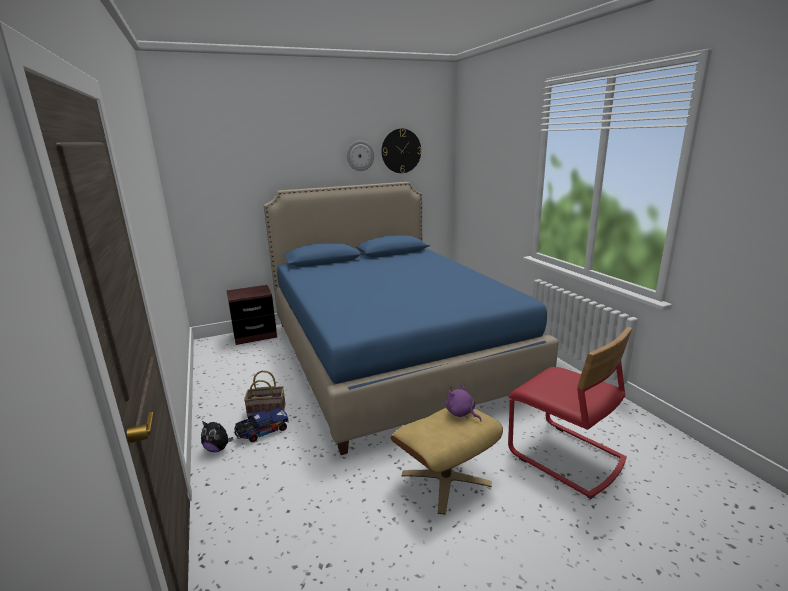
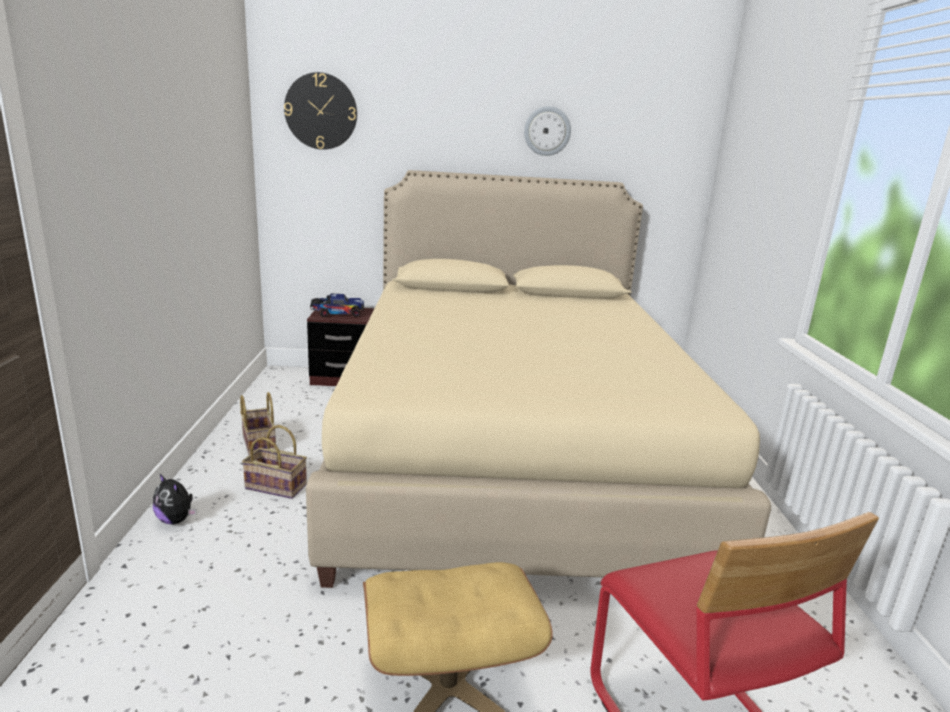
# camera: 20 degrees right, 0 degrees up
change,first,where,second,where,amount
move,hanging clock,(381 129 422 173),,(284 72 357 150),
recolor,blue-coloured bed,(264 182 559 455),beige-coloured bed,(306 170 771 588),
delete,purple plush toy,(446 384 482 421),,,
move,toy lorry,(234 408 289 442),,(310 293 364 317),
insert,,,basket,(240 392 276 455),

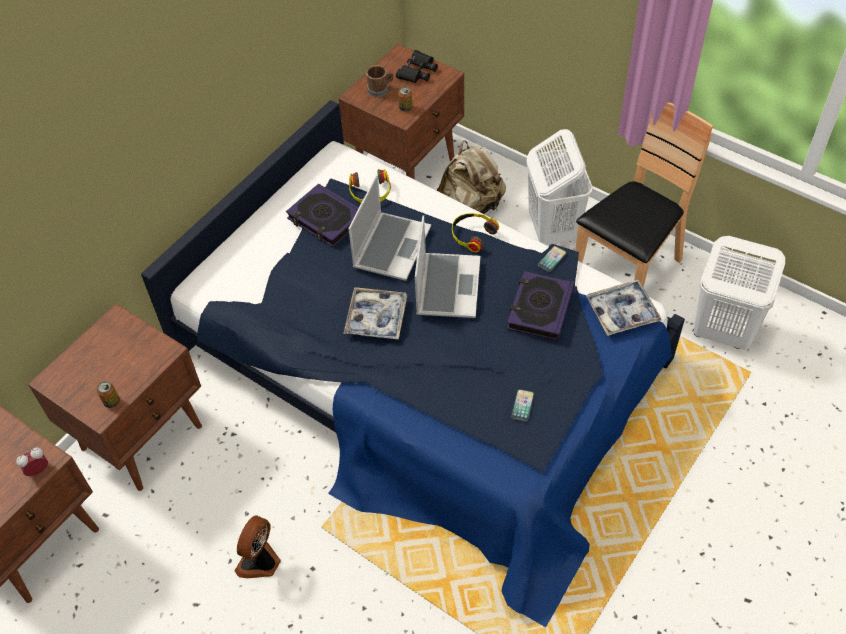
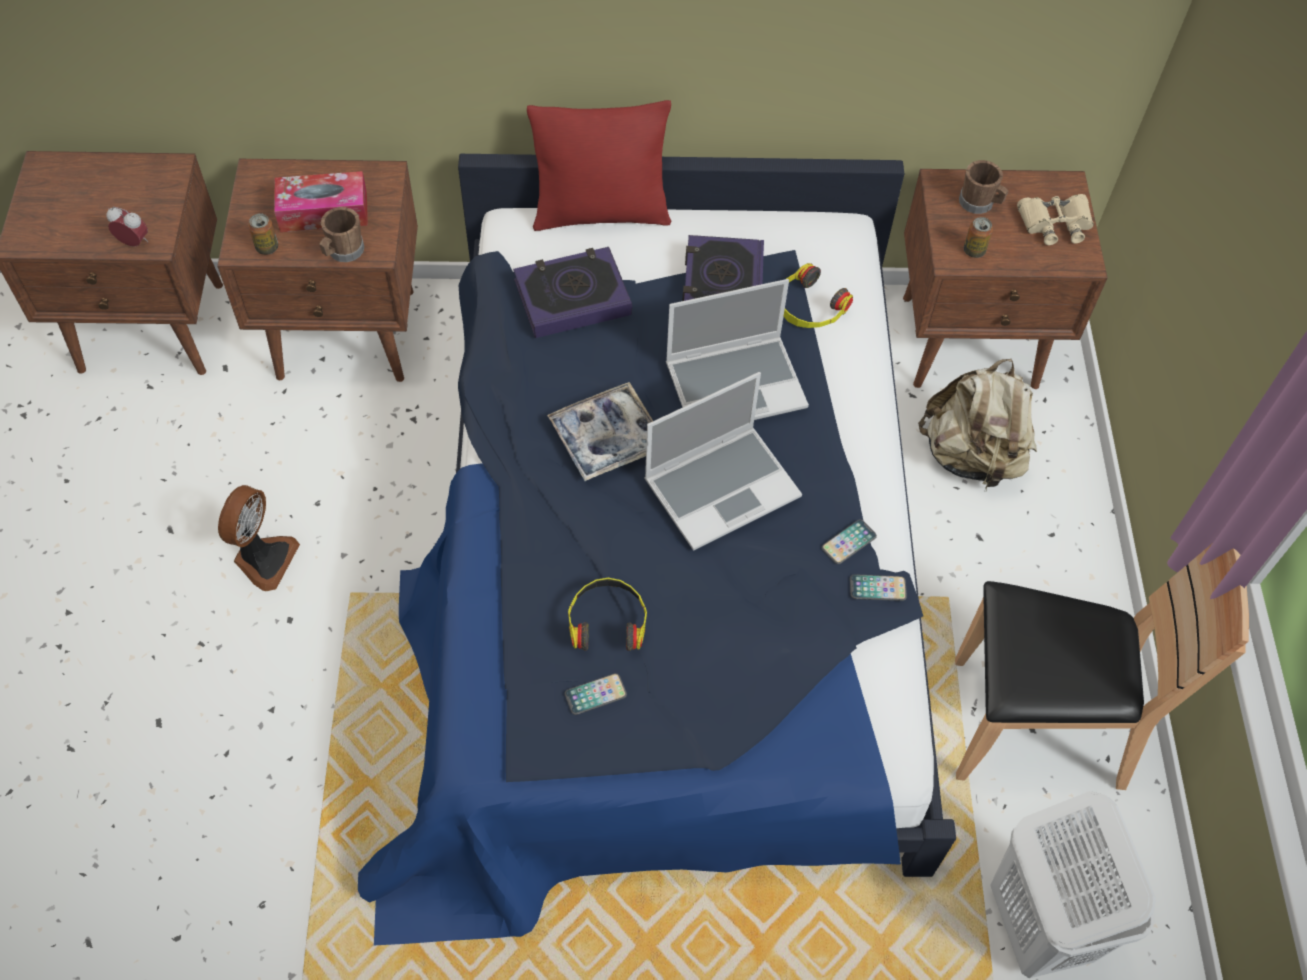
# camera: 50 degrees right, 5 degrees up
change,first,where,second,where,amount
recolor,black-coloured pair of binoculars,(396 50 438 83),beige-coloured pair of binoculars,(1017 194 1094 245),
delete,white hamper,(526 129 593 245),,,
move,pair of headphones,(452 213 499 252),,(568 578 647 651),
move,book,(507 271 574 341),,(513 247 632 338),
delete,tray,(586 280 662 336),,,
rotate,electric fan,(235 515 281 578),,(218 485 300 591),120 degrees clockwise
insert,,,red pillow,(527 100 671 231),
insert,,,tissue holder,(274 171 368 232),
insert,,,brown-coloured coffee mug,(319 207 364 262),
insert,,,phone,(822 519 877 564),

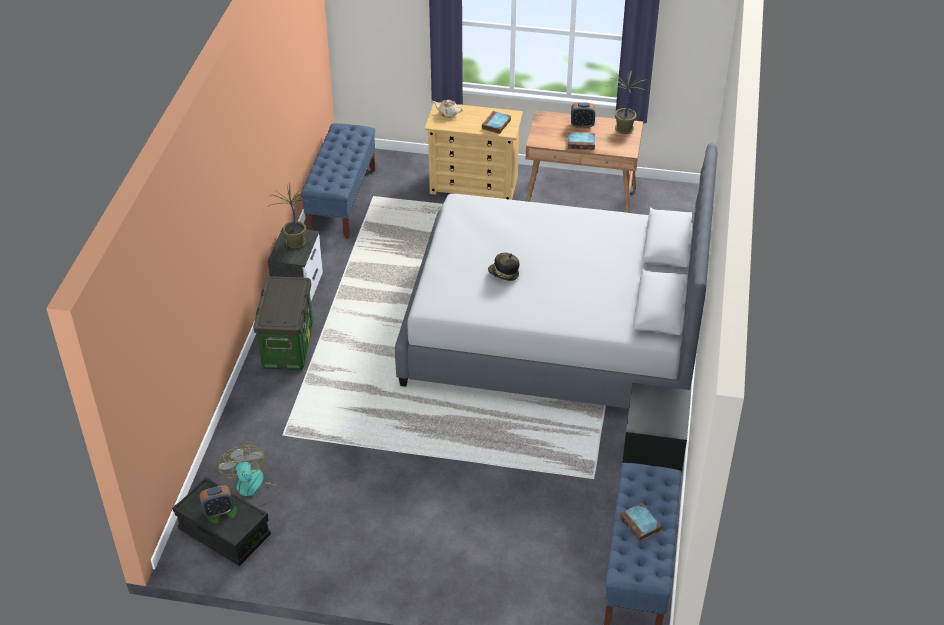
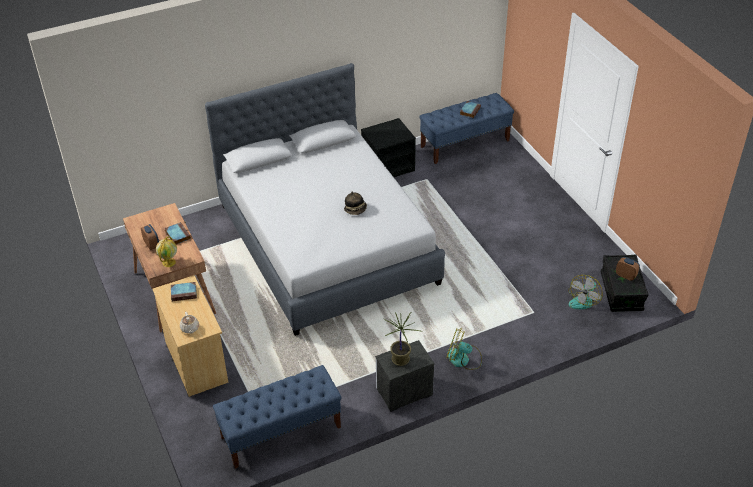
# camera: 125 degrees left, 0 degrees up
change,first,where,second,where,amount
delete,potted plant,(606 71 647 134),,,
replace,storage container,(253 276 313 370),electric fan,(446 329 482 370),
insert,,,world globe,(156 236 177 267),

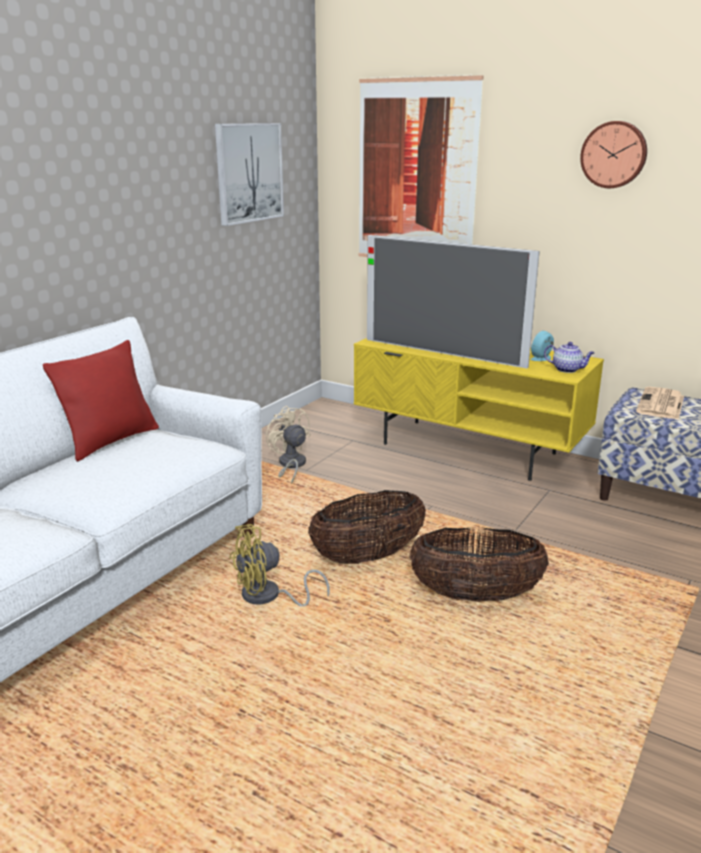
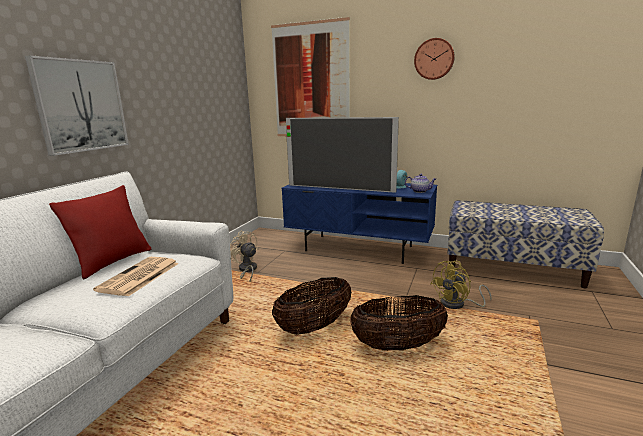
# camera: 10 degrees left, 5 degrees down
change,first,where,second,where,amount
move,wall picture,(215 123 284 226),,(25 55 129 156),
recolor,yellow-coloured tv unit,(354 338 604 481),blue-coloured tv unit,(282 183 437 264),
move,printed paper,(636 387 684 420),,(93 257 179 297),
move,yellow-coloured electric fan,(229 524 329 606),,(430 261 492 309),

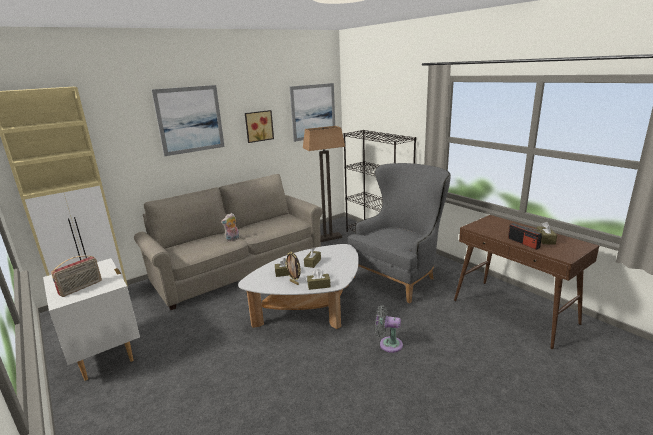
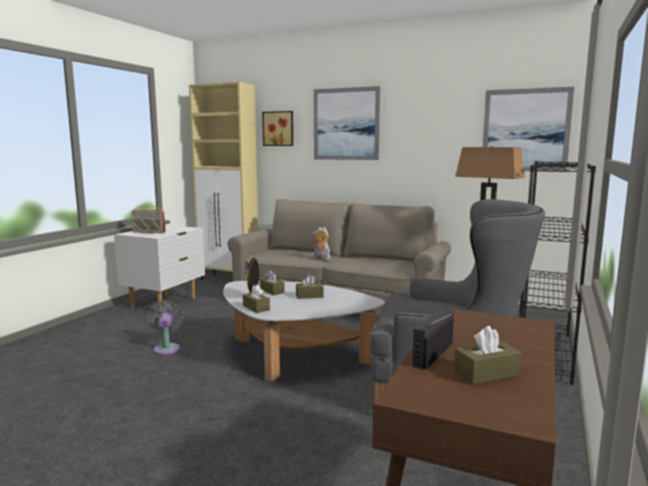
# camera: 60 degrees right, 10 degrees down
change,first,where,second,where,amount
move,wall picture,(245 110 274 143),,(262 111 293 146),
move,greyish electric fan,(375 305 403 353),,(148 301 184 355),

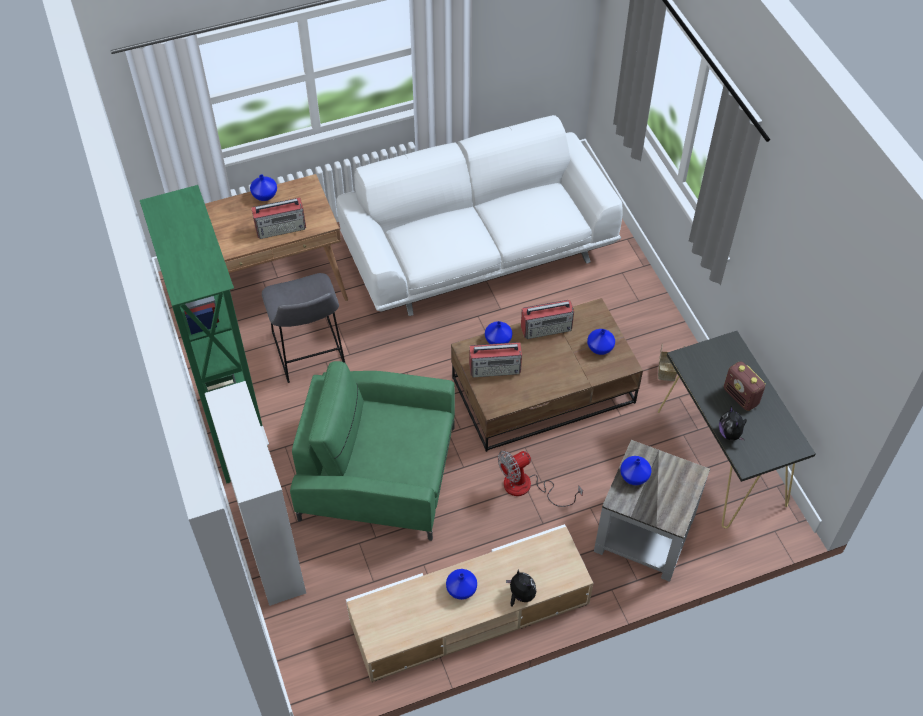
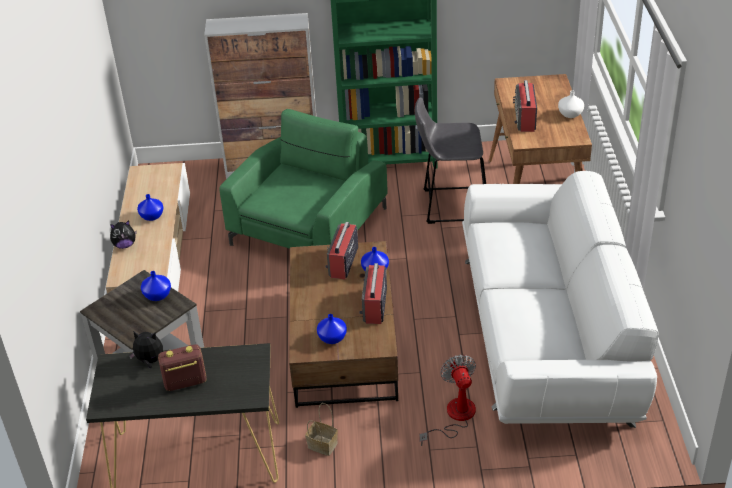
# camera: 110 degrees right, 15 degrees down
change,first,where,second,where,amount
recolor,blue-coloured flower vase,(250 174 277 201),white flower vase,(558 90 584 118),
move,electric fan,(498 451 583 507),,(419 355 476 446),

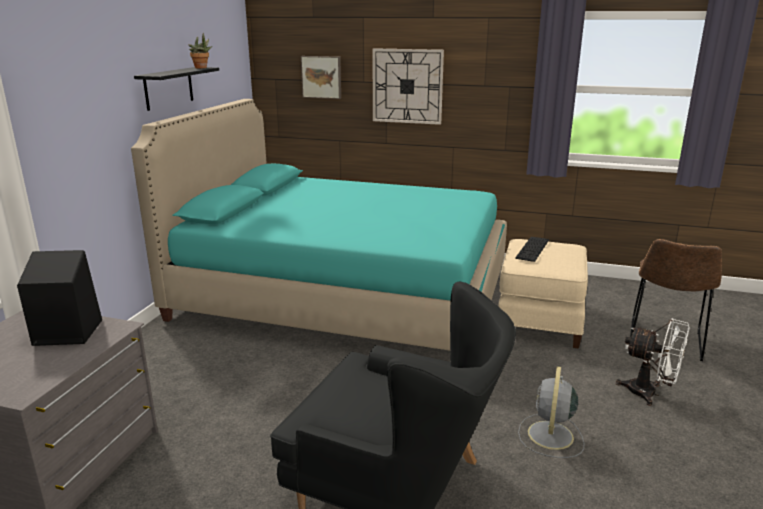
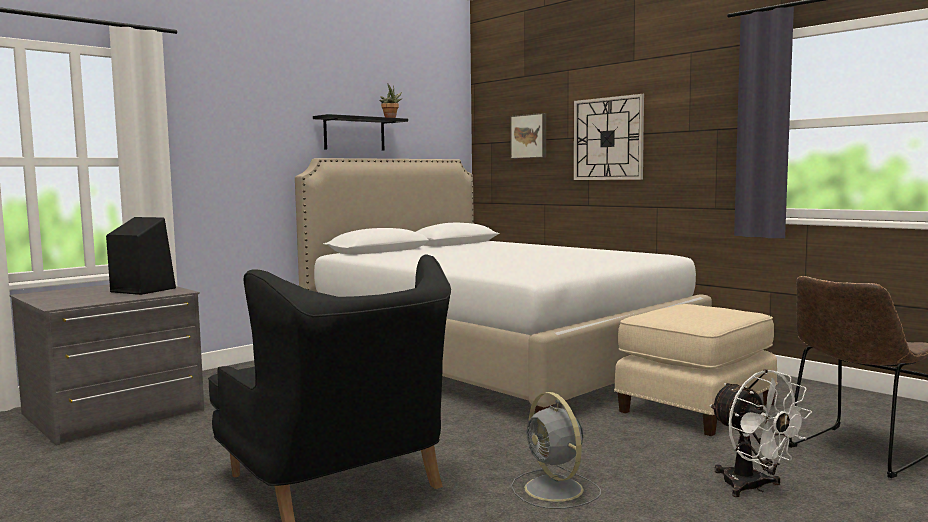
# camera: 30 degrees right, 15 degrees down
change,first,where,second,where,amount
recolor,blue-green bed,(131 99 507 351),white bed,(295 158 712 413),
delete,computer keyboard,(515 237 549 262),,,
rotate,greyish electric fan,(518 366 584 458),,(511 392 601 509),75 degrees counterclockwise

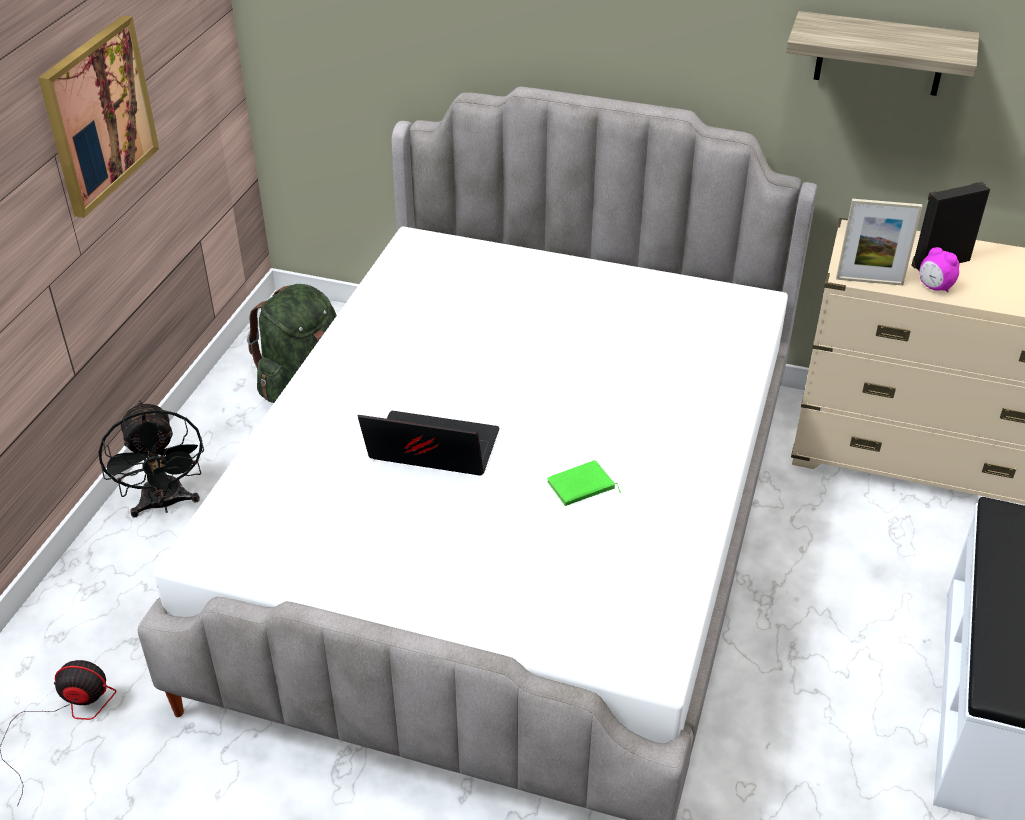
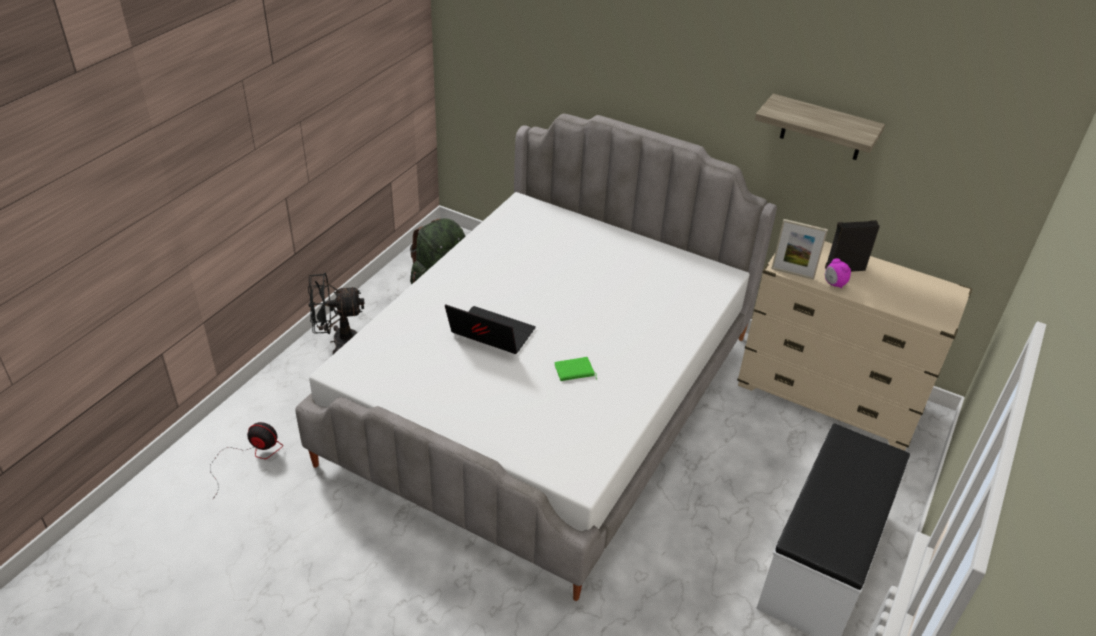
# camera: 10 degrees right, 0 degrees up
change,first,where,second,where,amount
delete,wall picture,(38 15 159 218),,,
rotate,black-coloured electric fan,(98 401 204 517),,(308 273 364 354),90 degrees clockwise

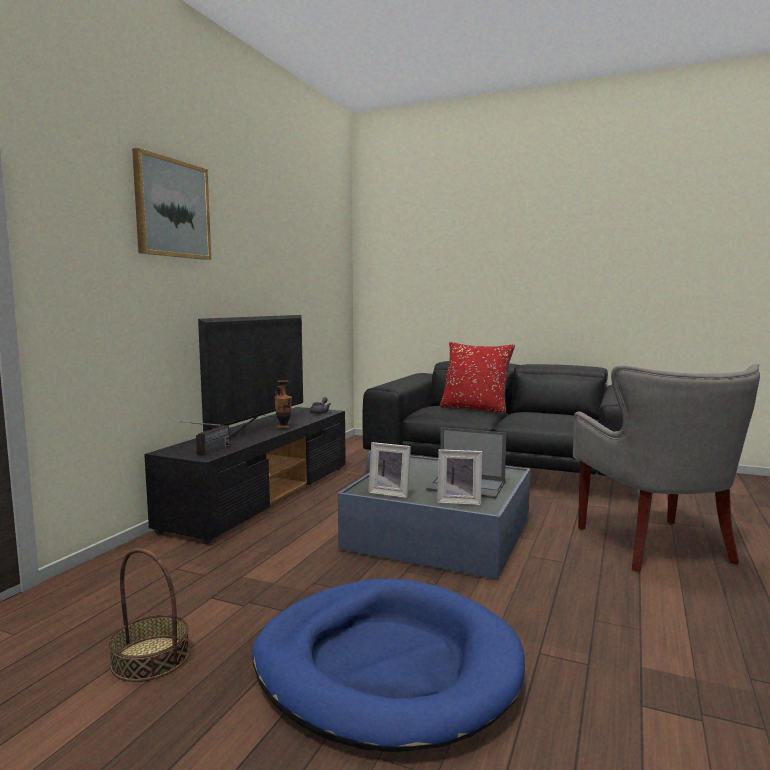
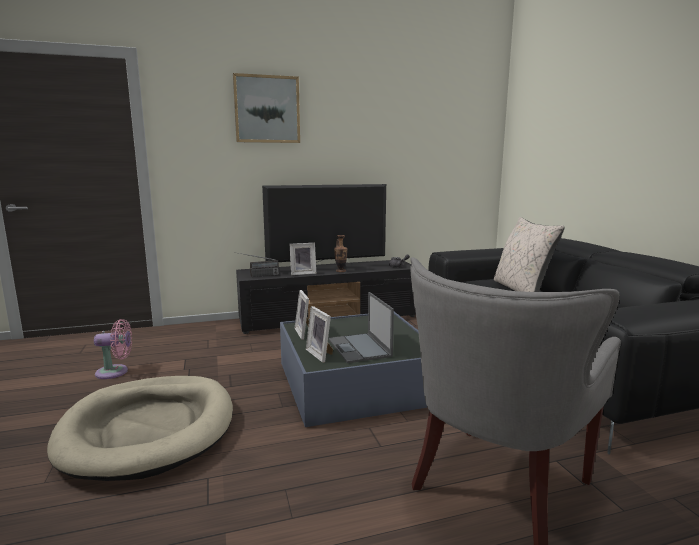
# camera: 50 degrees right, 5 degrees up
change,first,where,second,where,amount
recolor,red pillow,(440 342 515 414),beige-coloured pillow,(494 217 565 292),
replace,basket,(109 548 190 682),pink-coloured electric fan,(94 319 132 379),
recolor,blue-coloured dog cushion,(252 579 525 752),beige-coloured dog cushion,(47 376 233 481),
insert,,,standing frame,(290 243 316 275),

